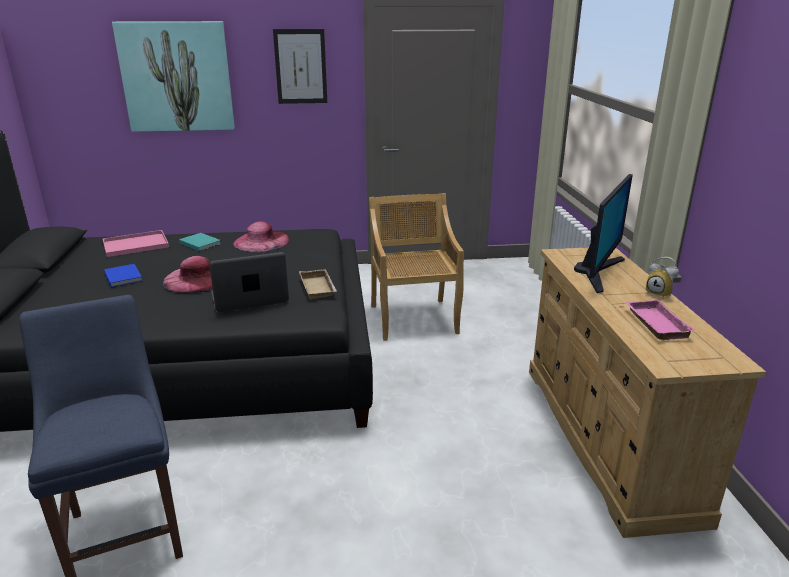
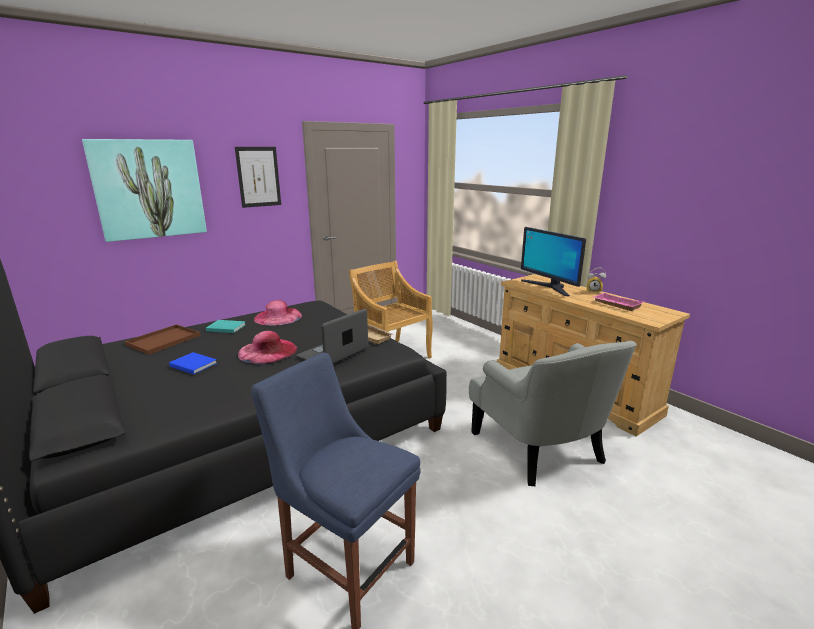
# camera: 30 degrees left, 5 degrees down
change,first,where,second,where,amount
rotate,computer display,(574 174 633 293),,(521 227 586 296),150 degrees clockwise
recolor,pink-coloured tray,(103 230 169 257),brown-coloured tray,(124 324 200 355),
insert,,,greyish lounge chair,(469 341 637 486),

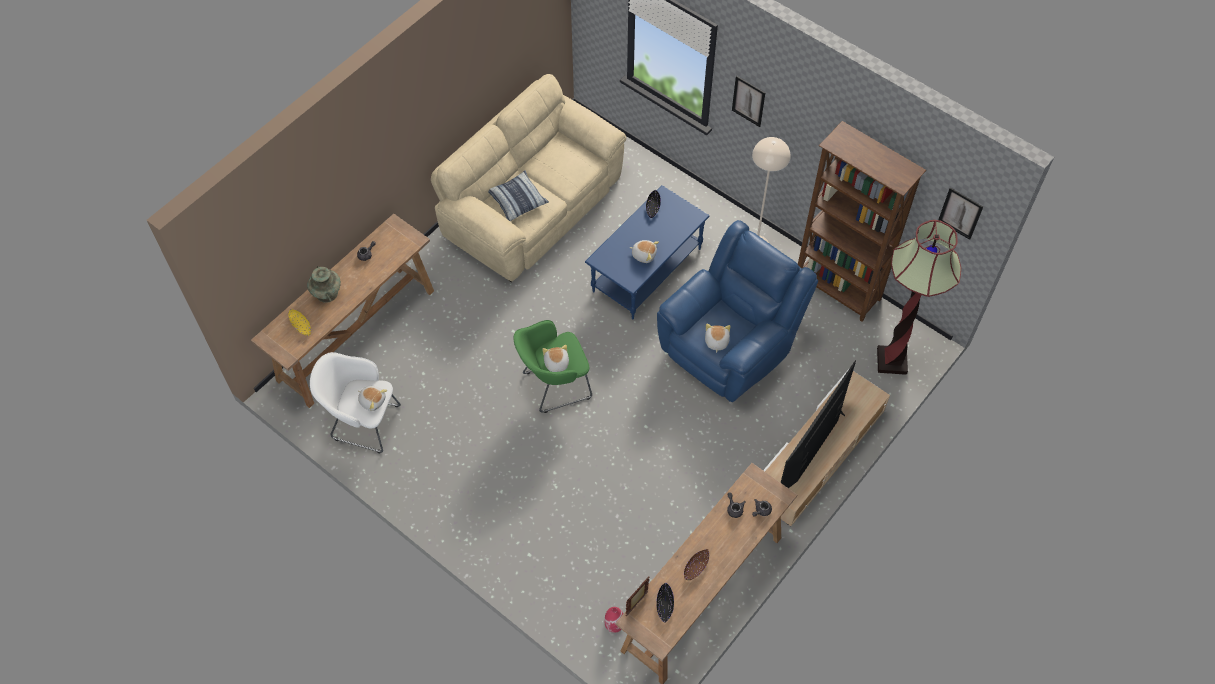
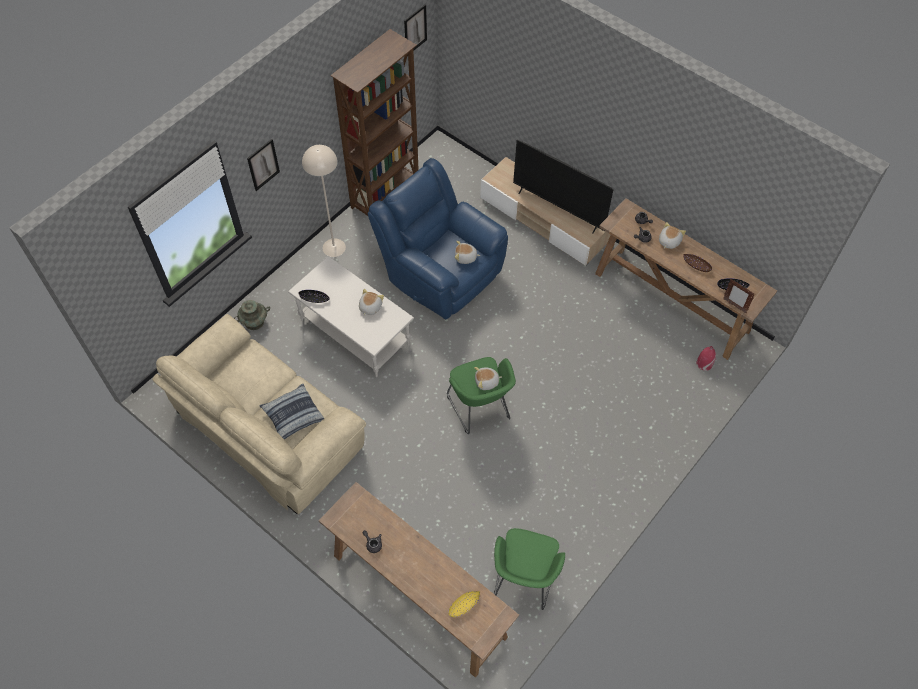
# camera: 90 degrees left, 0 degrees up
change,first,where,second,where,amount
recolor,blue-coloured lounge table,(585 185 709 319),white lounge table,(288 256 414 377),
delete,standard lamp,(877 220 961 375),,,
move,blue-green flower vase,(307 266 341 303),,(234 300 270 330),
recolor,white lounge chair,(310 352 401 453),green-coloured lounge chair,(494 528 565 610),
move,plush toy,(358 386 387 411),,(659 222 686 249),

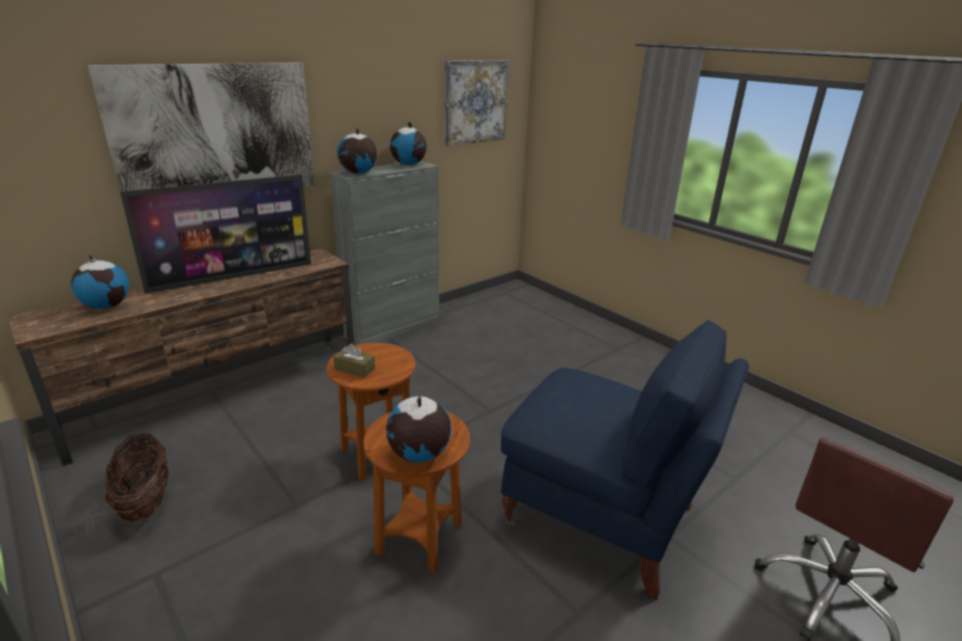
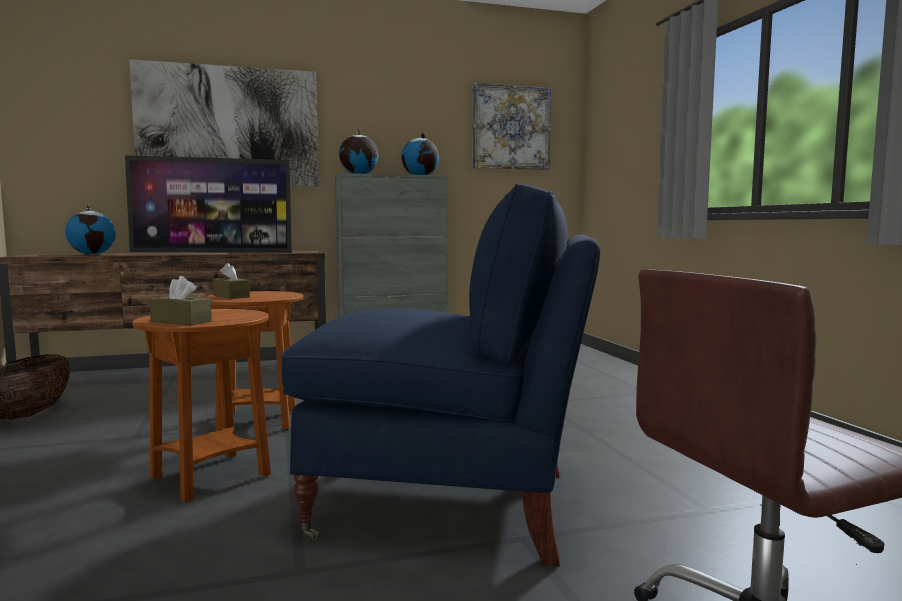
# camera: 25 degrees right, 20 degrees down
change,first,where,second,where,amount
rotate,blue-coloured lounge chair,(501 320 749 599),,(281 183 600 567),45 degrees counterclockwise
replace,world globe,(386 395 452 462),brown-coloured tissue holder,(149 276 212 325),

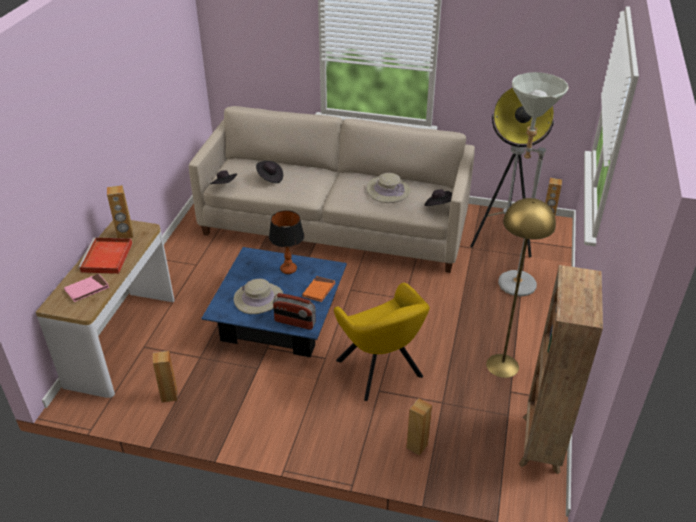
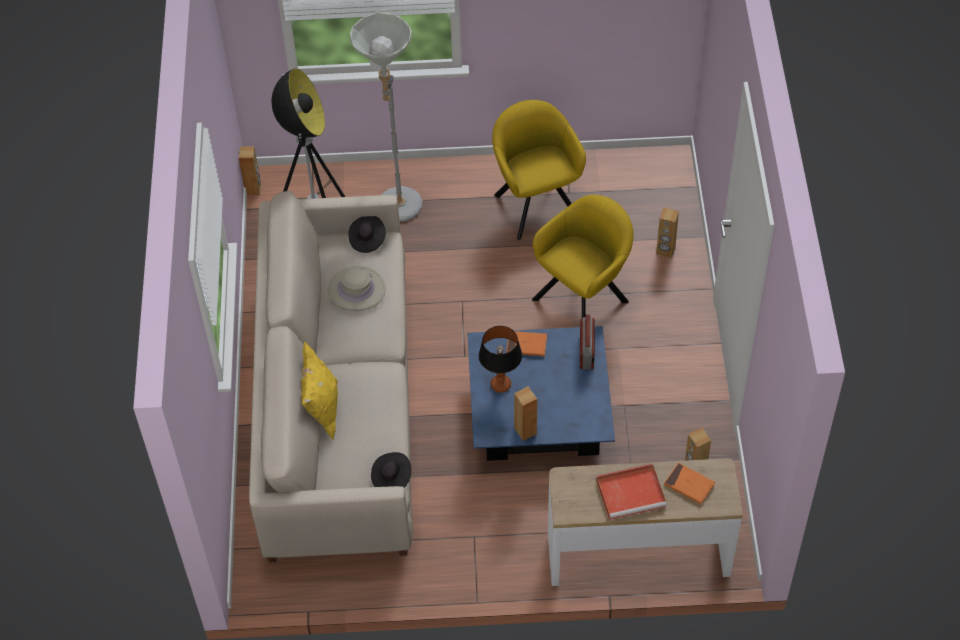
# camera: 105 degrees left, 15 degrees up
change,first,where,second,where,amount
delete,black-coloured clothing hat,(256 161 283 183),,,
move,brown-coloured audio speaker,(107 185 133 239),,(514 386 537 441),
replace,yellow-coloured standard lamp,(486 198 556 378),yellow-coloured lounge chair,(492 100 586 240),
delete,brown-coloured shelving unit,(519 265 603 474),,,
recolor,pink-coloured book,(64 274 109 302),orange-coloured book,(664 463 715 504),
delete,beige-coloured clothing hat,(234 279 283 314),,,
insert,,,yellow-coloured pillow,(301 342 338 440),

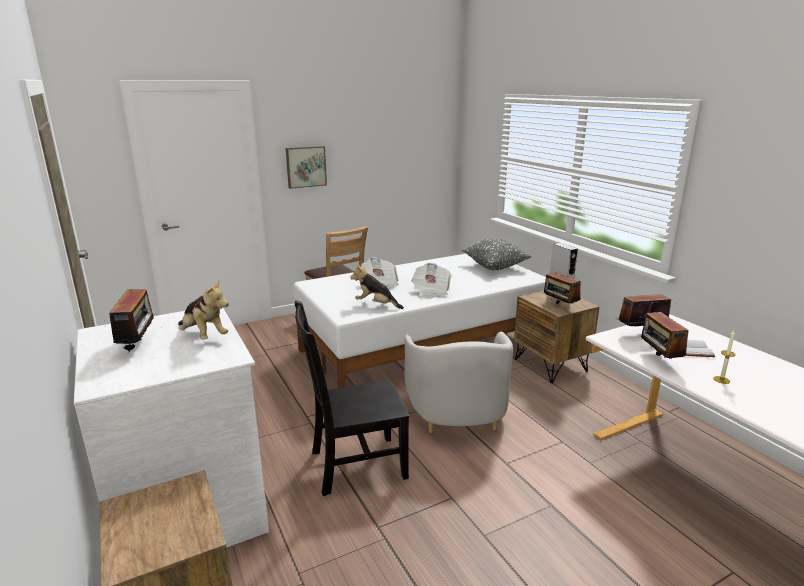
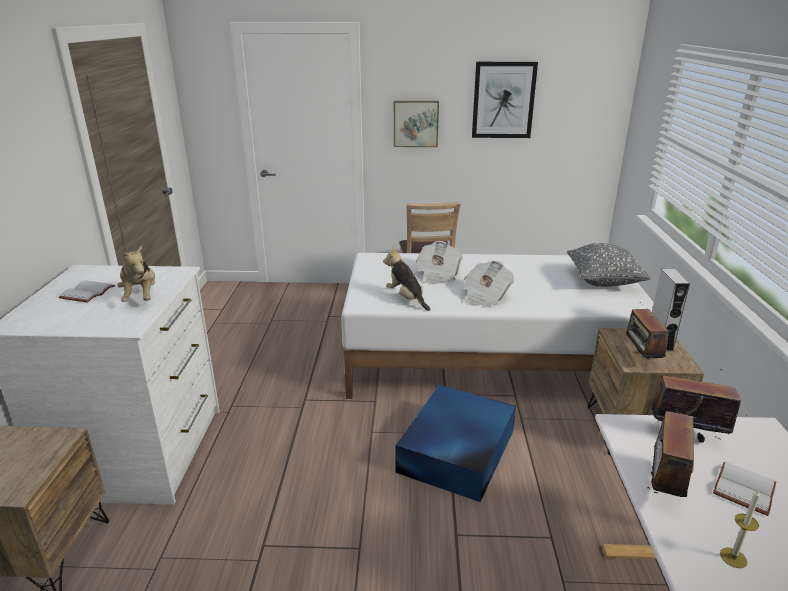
# camera: 30 degrees right, 5 degrees up
change,first,where,second,where,amount
replace,radio set,(104 289 154 354),white book,(59 280 115 303),
delete,black-coloured plain chair,(295 300 409 496),,,
replace,white lounge chair,(404 332 513 433),blue-coloured storage container,(395 385 516 502),
insert,,,wall picture,(472 62 538 138),

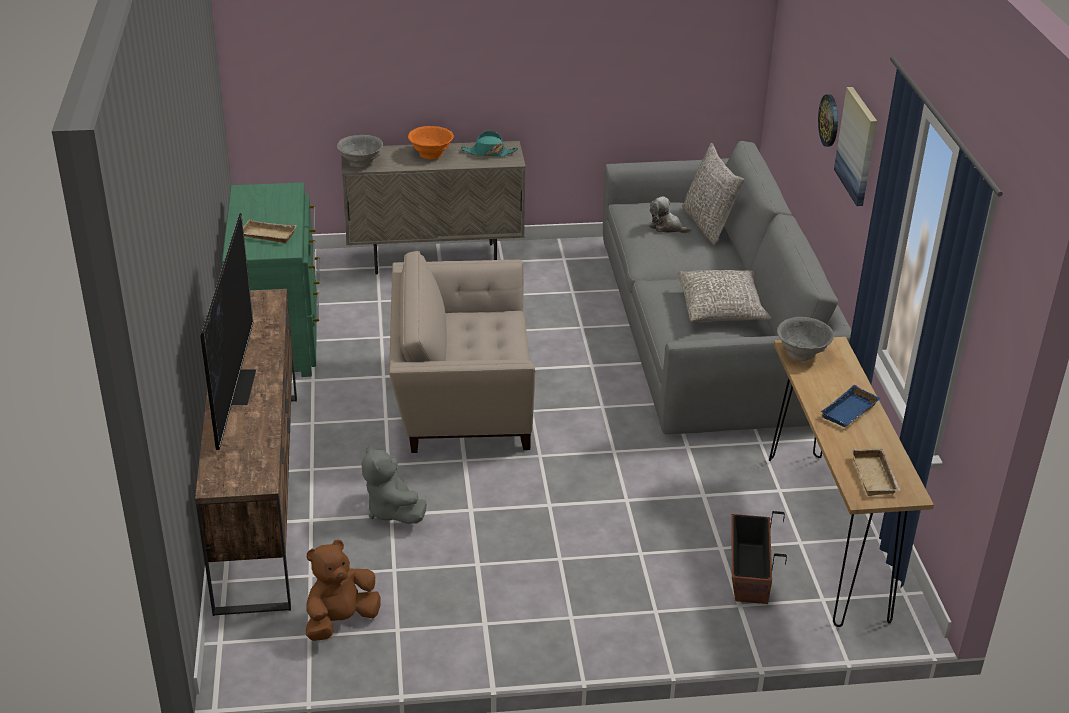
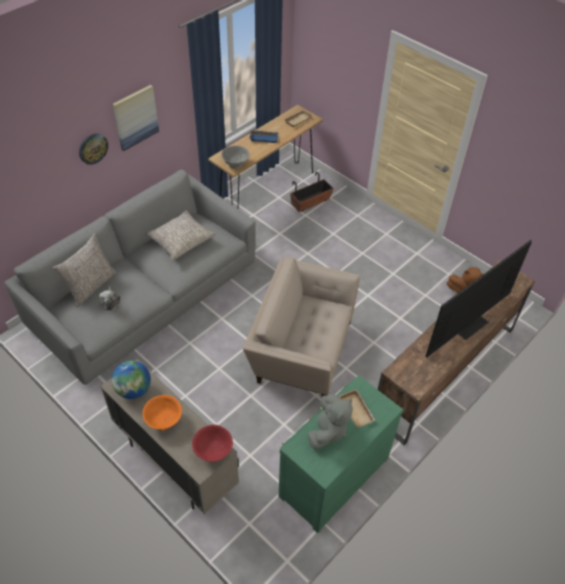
# camera: 130 degrees left, 15 degrees up
change,first,where,second,where,amount
replace,blue-green clothing hat,(461 130 518 157),world globe,(112 361 151 399),
recolor,greyish deep dish,(337 135 383 167),red deep dish,(192 425 233 462),
rotate,beige-coloured lounge chair,(389 251 535 453),,(243 257 360 397),150 degrees clockwise
move,greyish plush toy,(361 445 427 524),,(307 394 353 449),

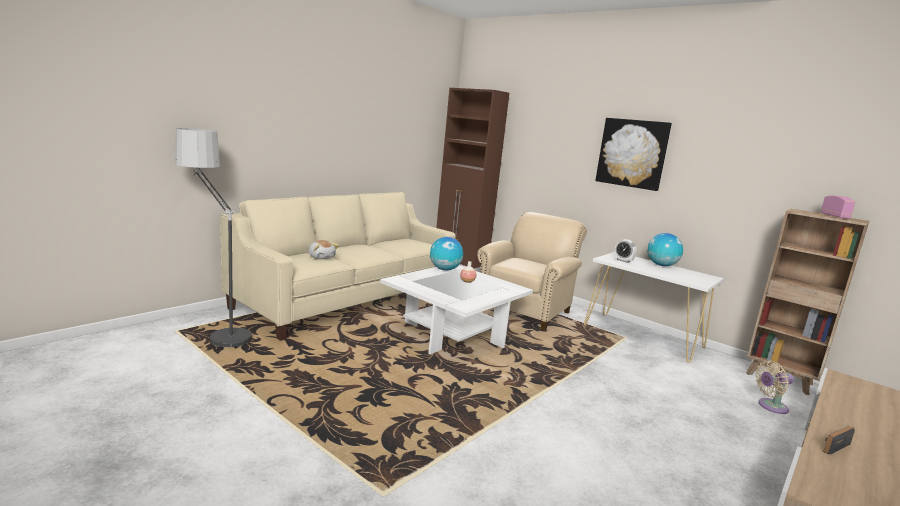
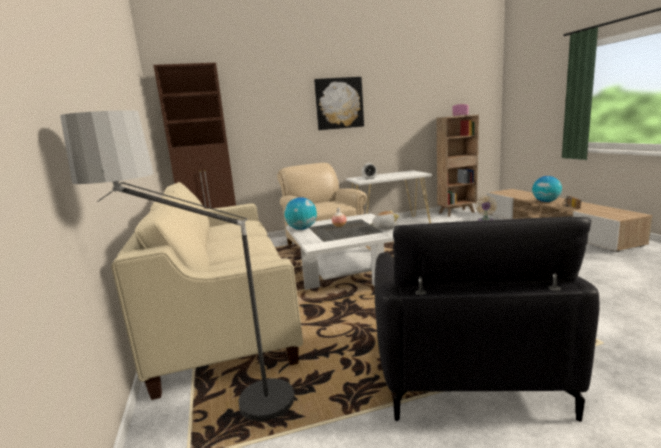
# camera: 55 degrees left, 0 degrees up
change,first,where,second,where,amount
move,world globe,(647 233 683 266),,(532 176 562 202),
move,plush toy,(308 240 339 259),,(370 211 399 230),
insert,,,black-coloured lounge chair,(374 217 600 422),

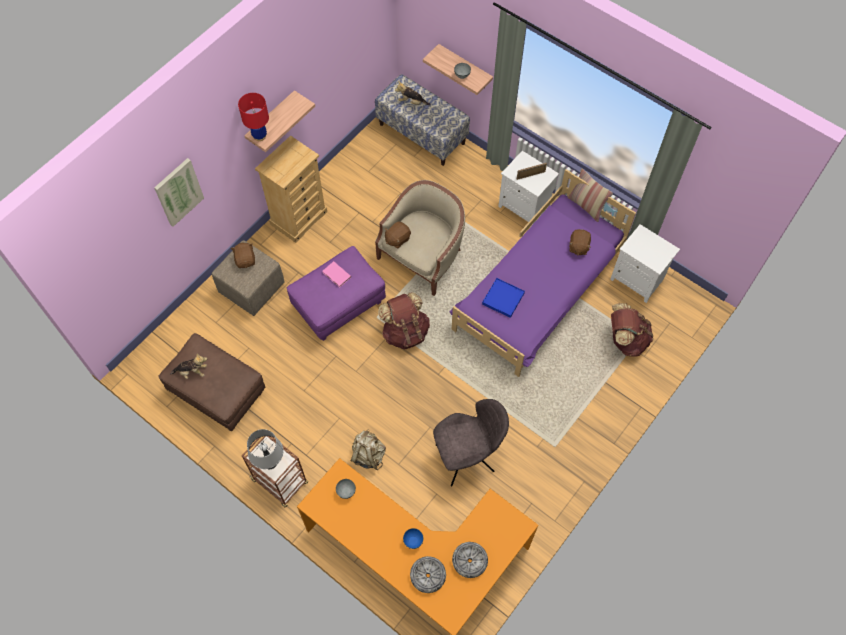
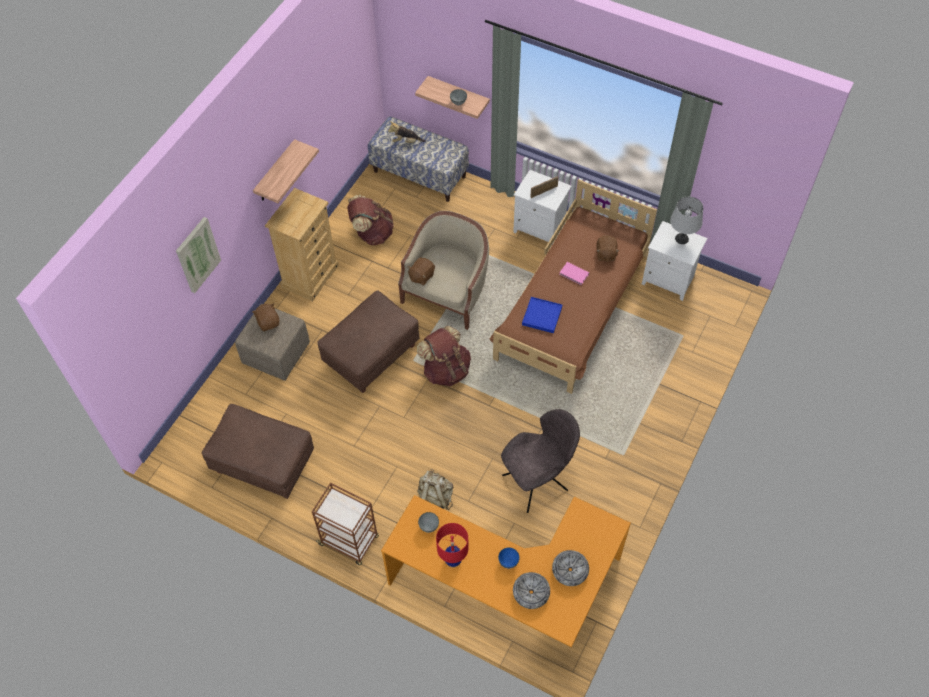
# camera: 10 degrees left, 5 degrees down
change,first,where,second,where,amount
move,red table lamp,(238 93 269 141),,(436 523 469 568),
recolor,purple bed,(450 169 636 377),brown-coloured bed,(489 179 657 394),
delete,pillow,(568 169 613 222),,,
recolor,purple ottoman,(287 246 386 341),brown-coloured ottoman,(317 290 419 393),
move,pink-coloured book,(322 261 351 287),,(559 262 589 285),
move,brown-coloured rucksack,(611 303 653 357),,(347 195 394 245),
delete,plush toy,(170 353 207 379),,,
move,greyish table lamp,(247 429 284 469),,(670 197 703 244),

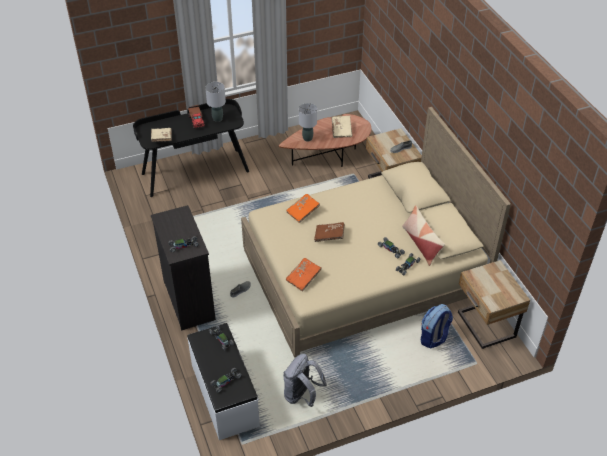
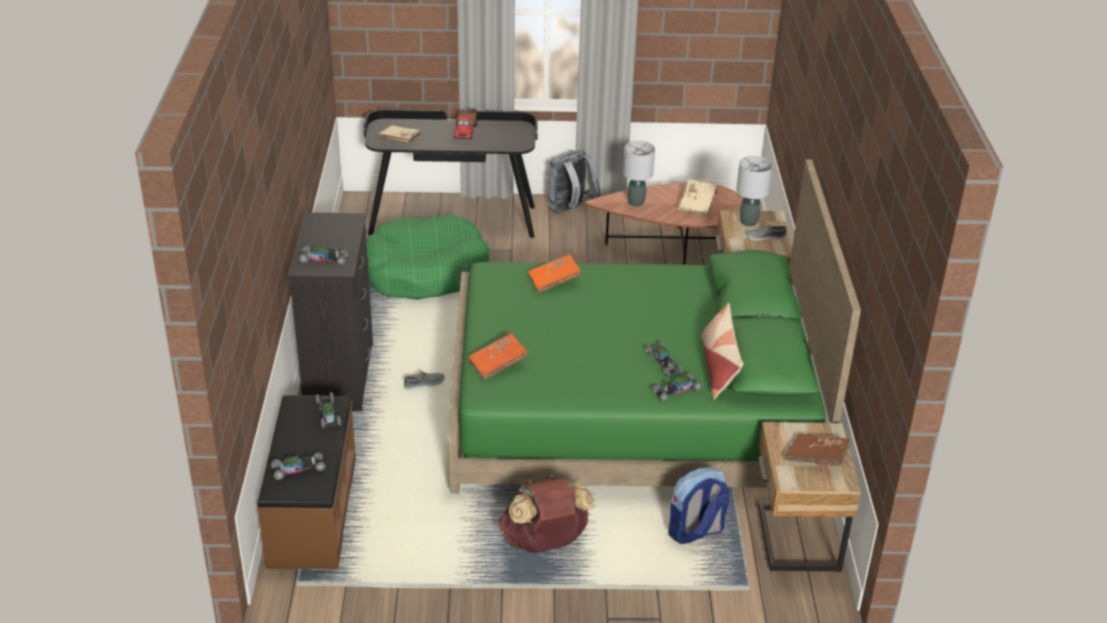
# camera: 20 degrees right, 10 degrees down
change,first,where,second,where,amount
move,greyish table lamp,(205 82 226 122),,(736 156 773 227),
recolor,beige-coloured bed,(241 107 511 358),green-coloured bed,(448 159 861 494),
move,brown-coloured book,(314 222 345 242),,(785 434 851 466),
recolor,white bench,(187 323 260 440),brown-coloured bench,(257 395 356 569),
move,greyish rucksack,(283 354 327 407),,(548 149 601 213),
insert,,,green-coloured dog cushion,(366 215 489 300),
insert,,,brown-coloured rucksack,(499 476 594 553),

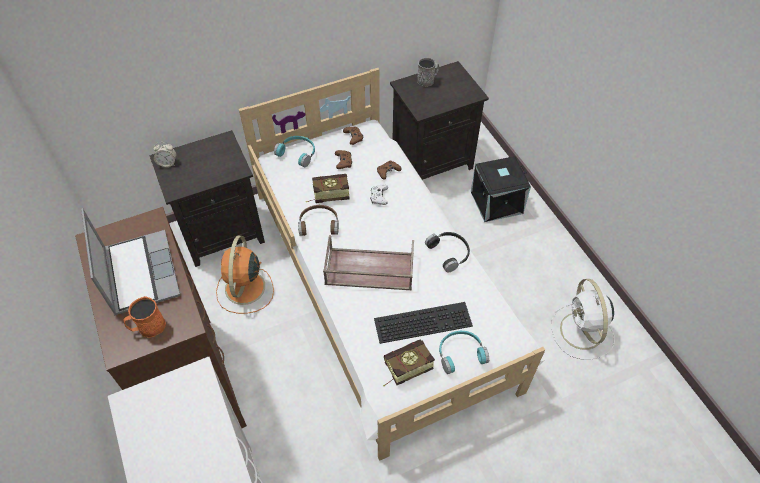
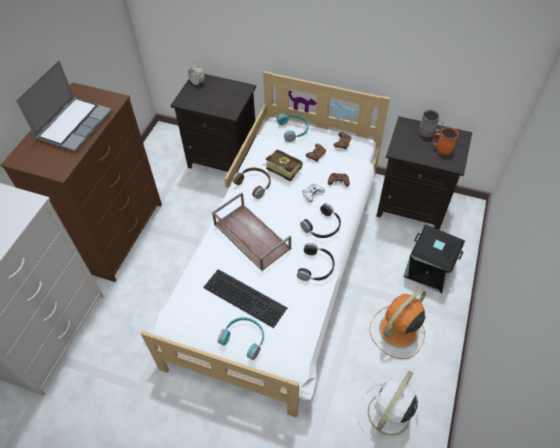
# camera: 45 degrees right, 0 degrees up
change,first,where,second,where,amount
move,orange-coloured electric fan,(216 236 274 314),,(370 289 426 359),
move,orange-coloured coffee mug,(124 296 166 338),,(433 127 459 155),
delete,book,(383 340 435 387),,,
insert,,,black-coloured pair of headphones,(300 203 341 238),

